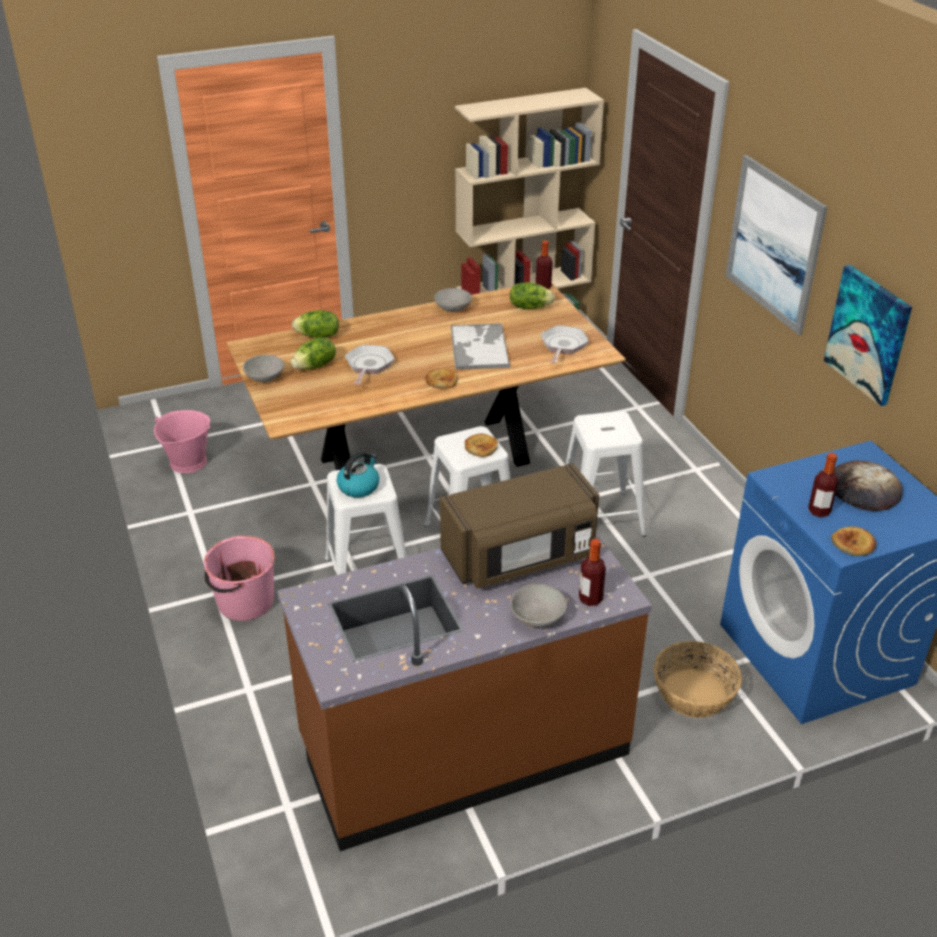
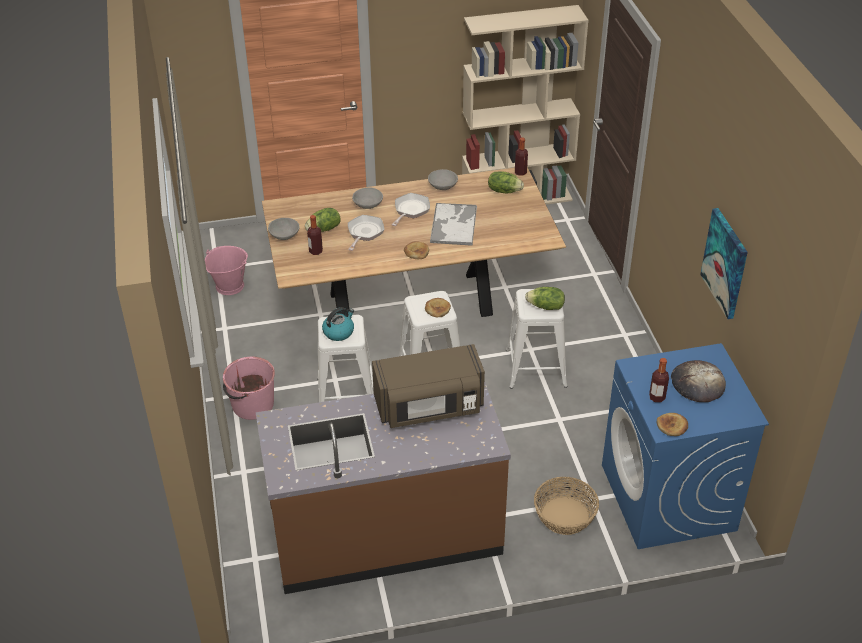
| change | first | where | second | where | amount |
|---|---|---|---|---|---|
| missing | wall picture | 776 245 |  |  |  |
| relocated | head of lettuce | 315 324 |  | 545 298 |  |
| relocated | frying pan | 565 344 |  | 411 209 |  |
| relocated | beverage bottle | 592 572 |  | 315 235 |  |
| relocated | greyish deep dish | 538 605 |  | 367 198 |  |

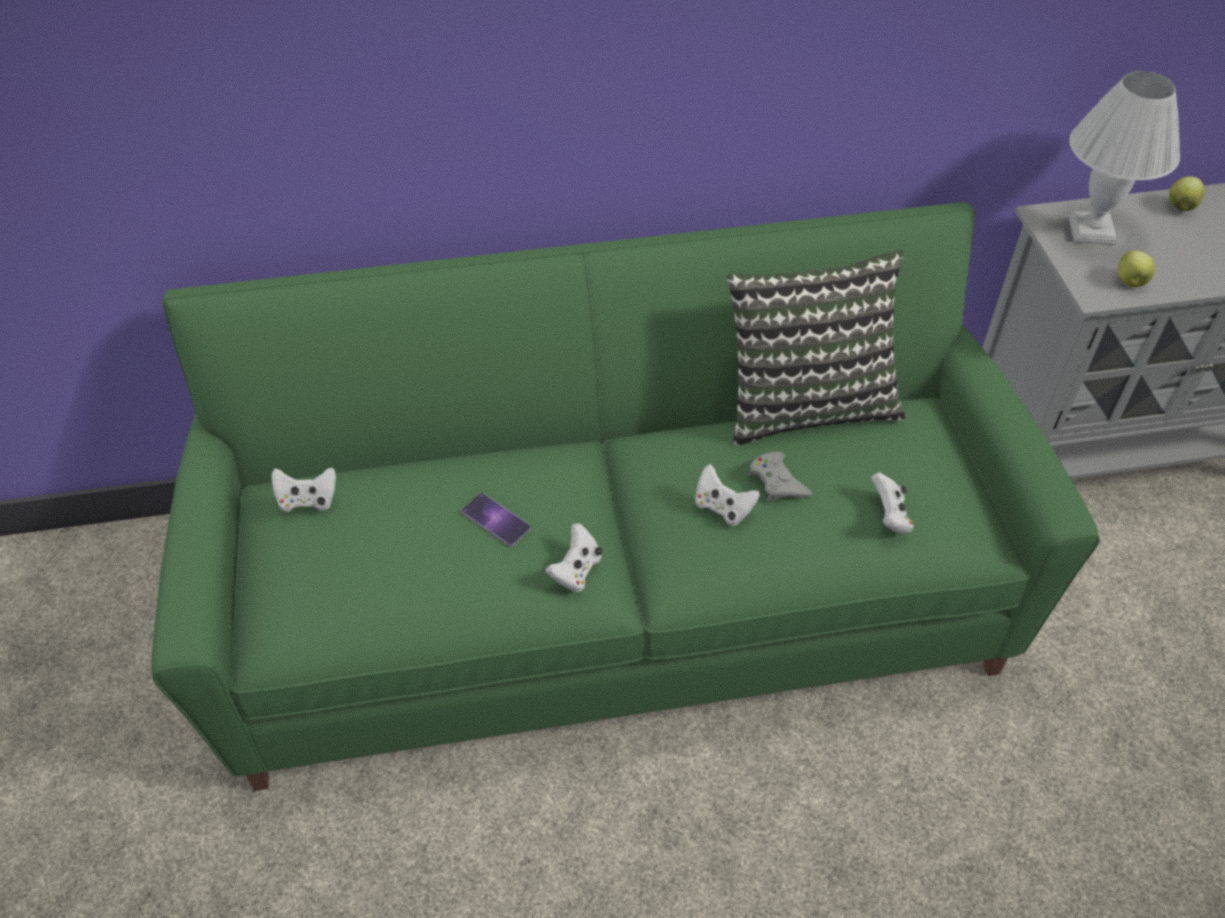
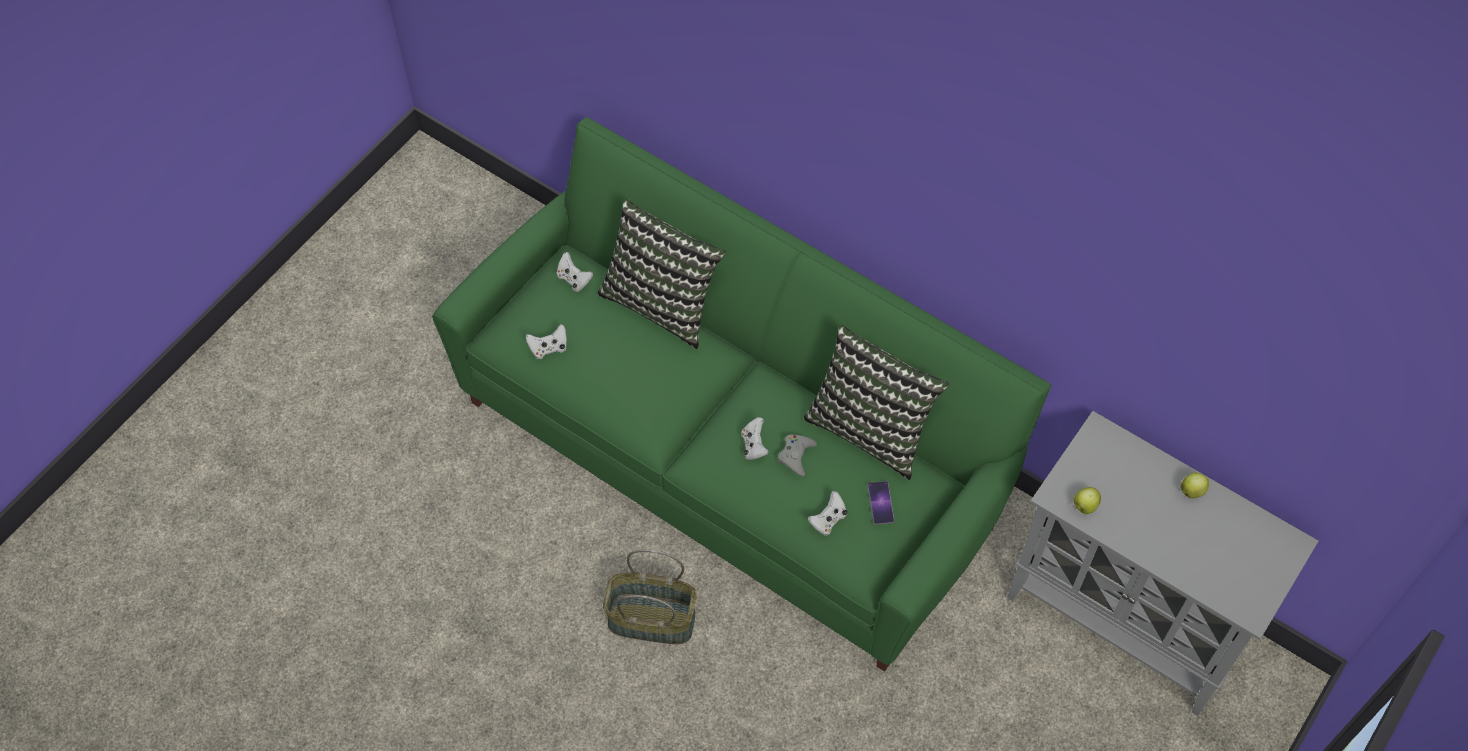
| change | first | where | second | where | amount |
|---|---|---|---|---|---|
| missing | white tabletop lamp | 1124 158 |  |  |  |
| relocated | telephone | 496 519 |  | 881 502 |  |
| relocated | white game controller | 573 557 |  | 546 341 |  |
| appeared |  |  | throw pillow | 661 274 |  |
| appeared |  |  | household basket | 650 596 |  |

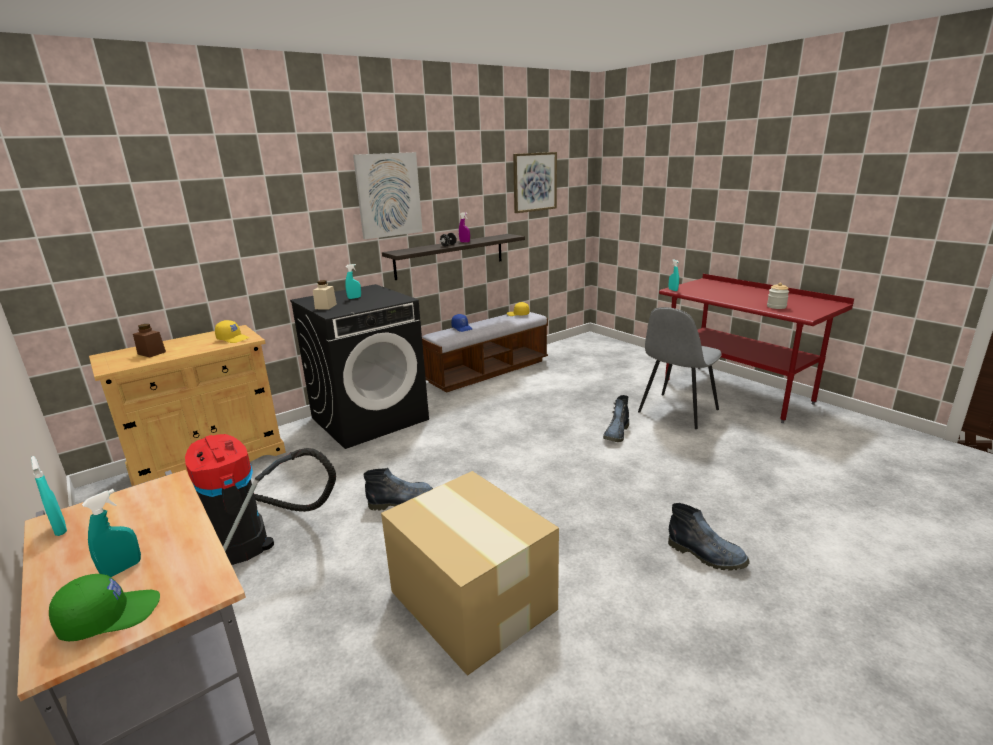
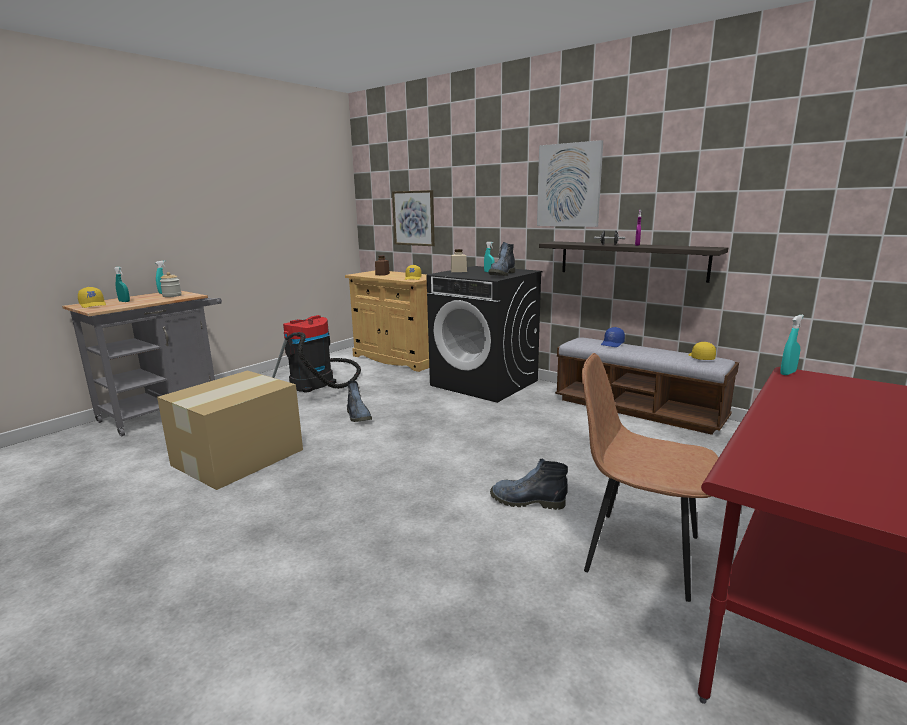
| change | first | where | second | where | amount |
|---|---|---|---|---|---|
| relocated | wall picture | 535 182 |  | 413 218 |  |
| relocated | preserve jar | 778 296 |  | 171 284 |  |
| colour | greyish chair | 680 368 | brown chair | 650 477 |  |
| relocated | boot | 709 536 |  | 502 259 |  |
| colour | green cap | 104 607 | yellow cap | 92 297 |  |

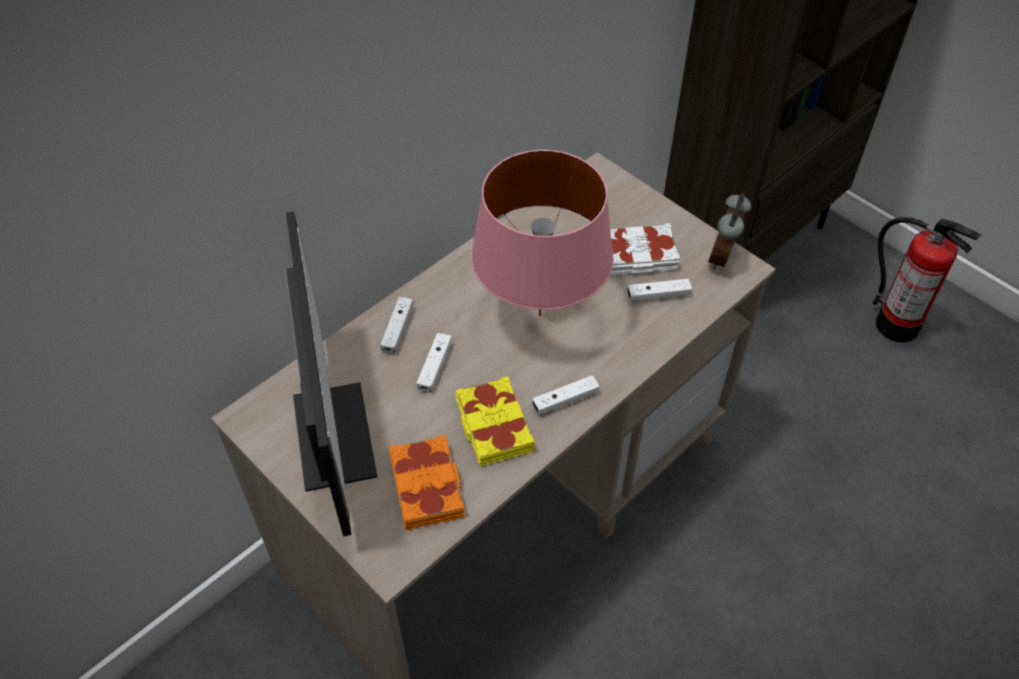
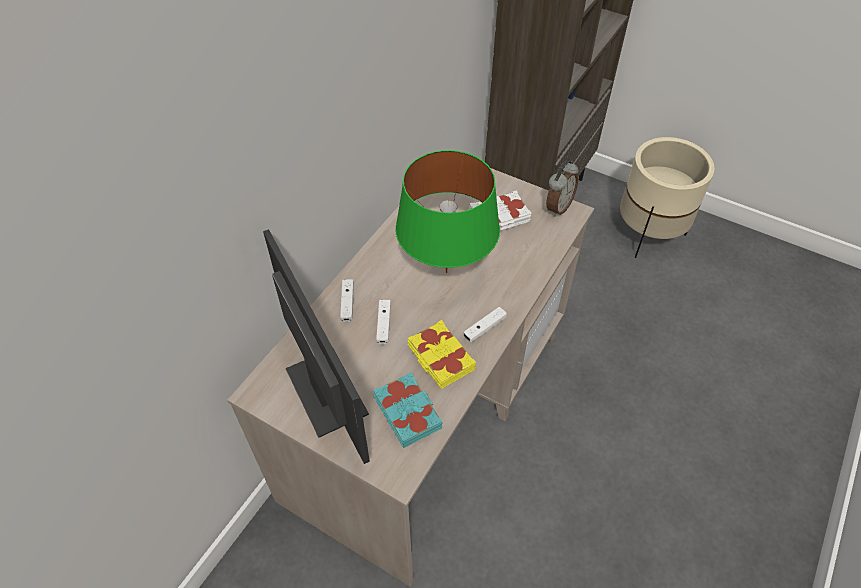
| change | first | where | second | where | amount |
|---|---|---|---|---|---|
| colour | pink tabletop lamp | 542 233 | green tabletop lamp | 447 211 |  |
| spun | table clock | 729 231 |  | 562 188 | 150 degrees counterclockwise |
| exchanged | fire-fighting cylinder | 927 279 | sand-coloured flower pot | 667 197 |  |
| missing | white game controller | 659 290 |  |  |  |
| colour | orangey bound book | 427 482 | turquoise bound book | 407 410 |  |

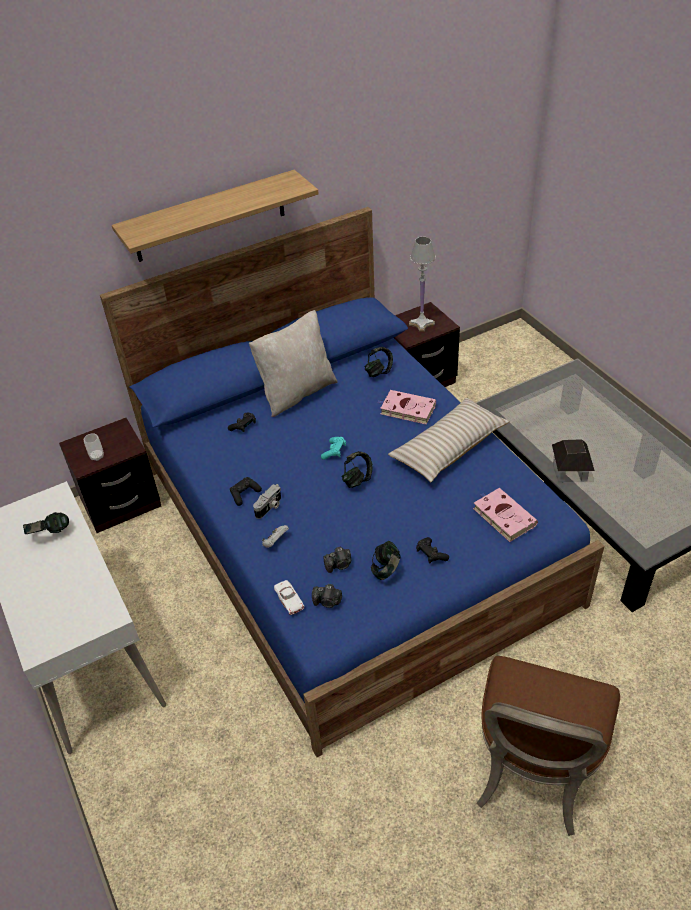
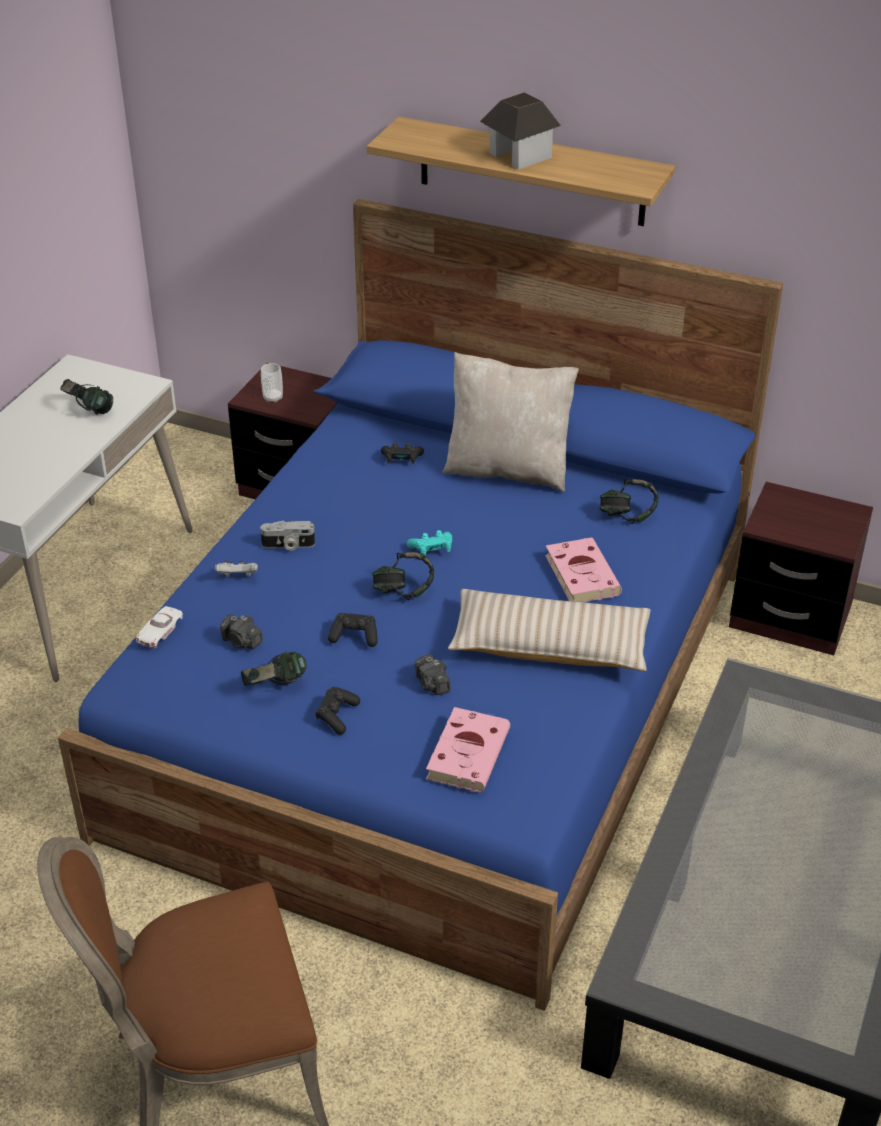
| change | first | where | second | where | amount |
|---|---|---|---|---|---|
| missing | white tabletop lamp | 422 284 |  |  |  |
| relocated | miniature house | 573 460 |  | 520 131 |  |
| relocated | black game controller | 246 491 |  | 353 630 |  |
| relocated | photo camera | 327 596 |  | 432 674 |  |

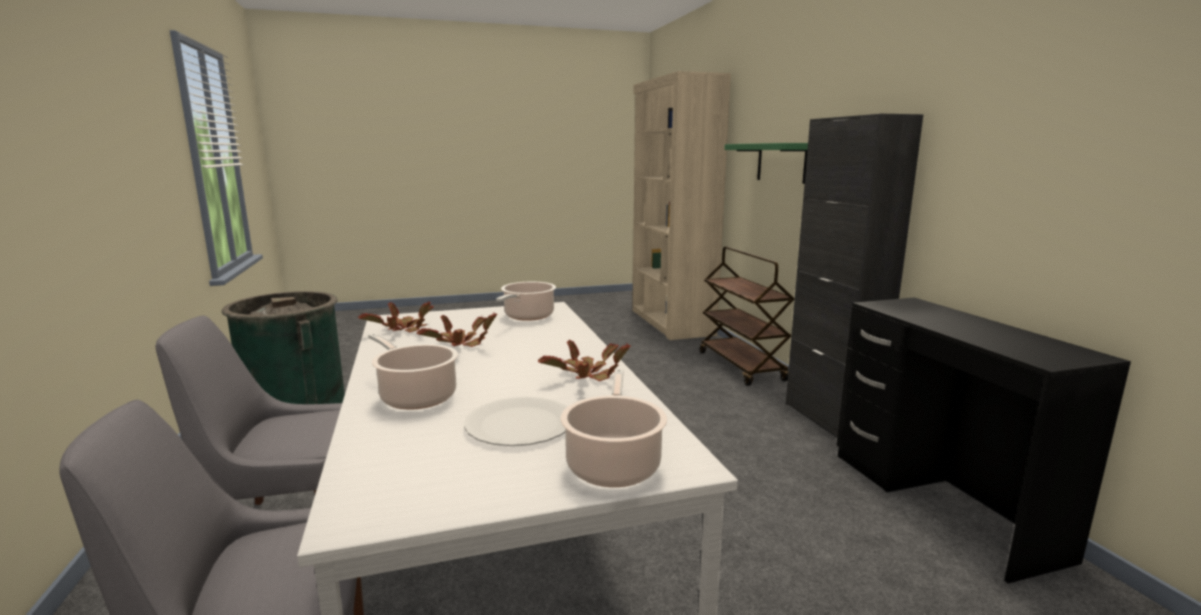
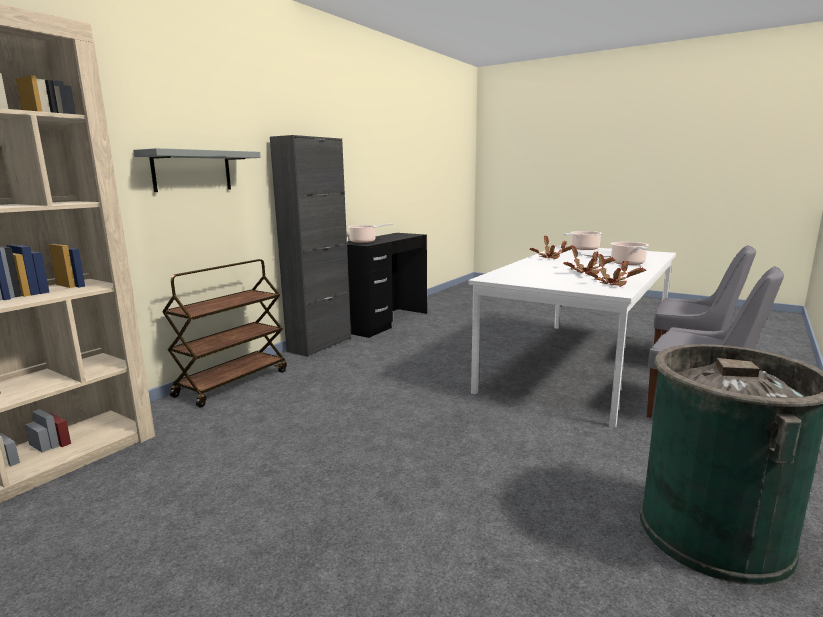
| change | first | where | second | where | amount |
|---|---|---|---|---|---|
| colour | green wall shelf | 766 163 | greyish wall shelf | 197 170 |  |
| relocated | stockpot | 526 301 |  | 370 233 |  |

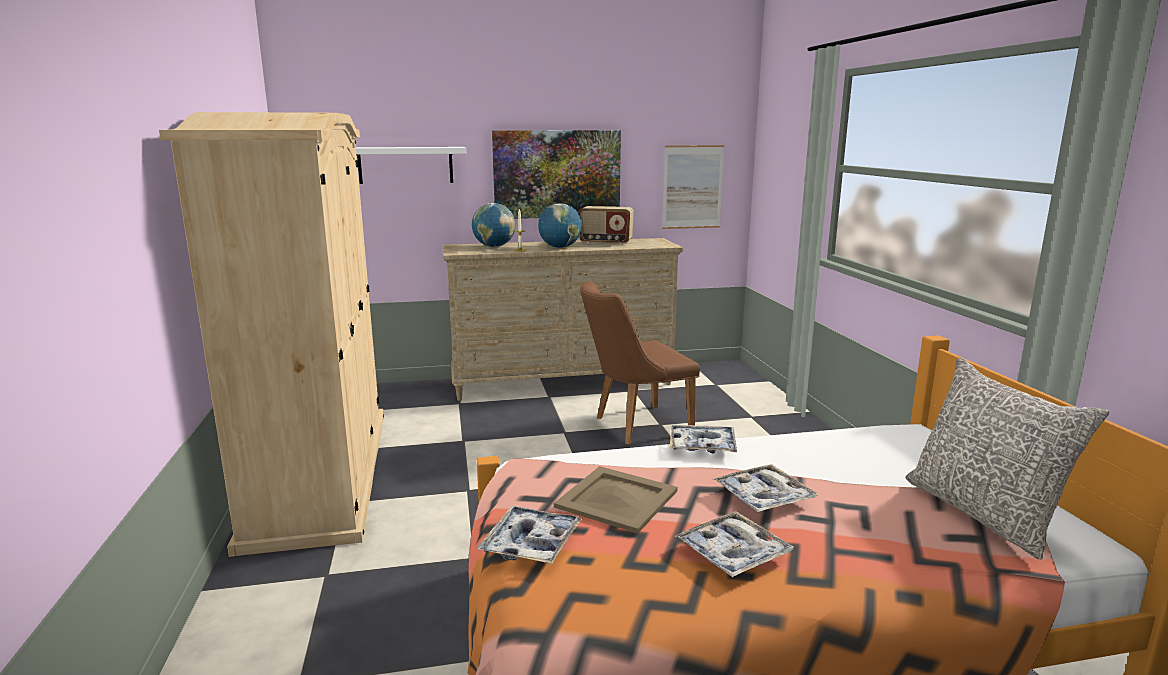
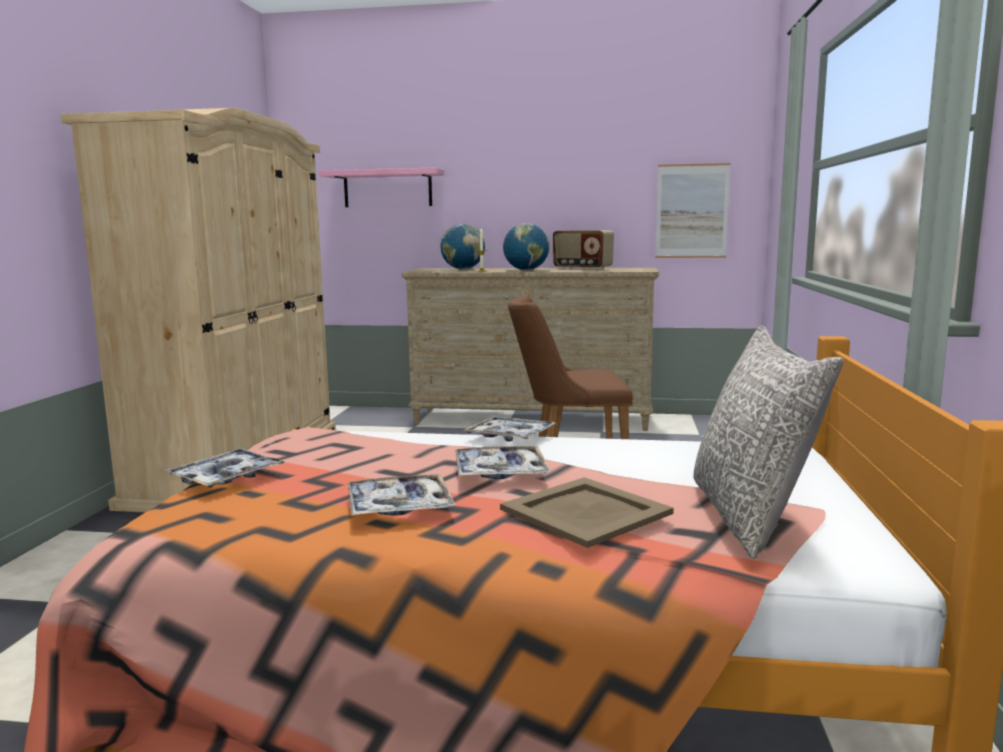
| change | first | where | second | where | amount |
|---|---|---|---|---|---|
| missing | wall picture | 556 174 |  |  |  |
| colour | white wall shelf | 411 165 | pink wall shelf | 381 187 |  |
| relocated | sand-coloured tray | 616 499 |  | 587 512 |  |

